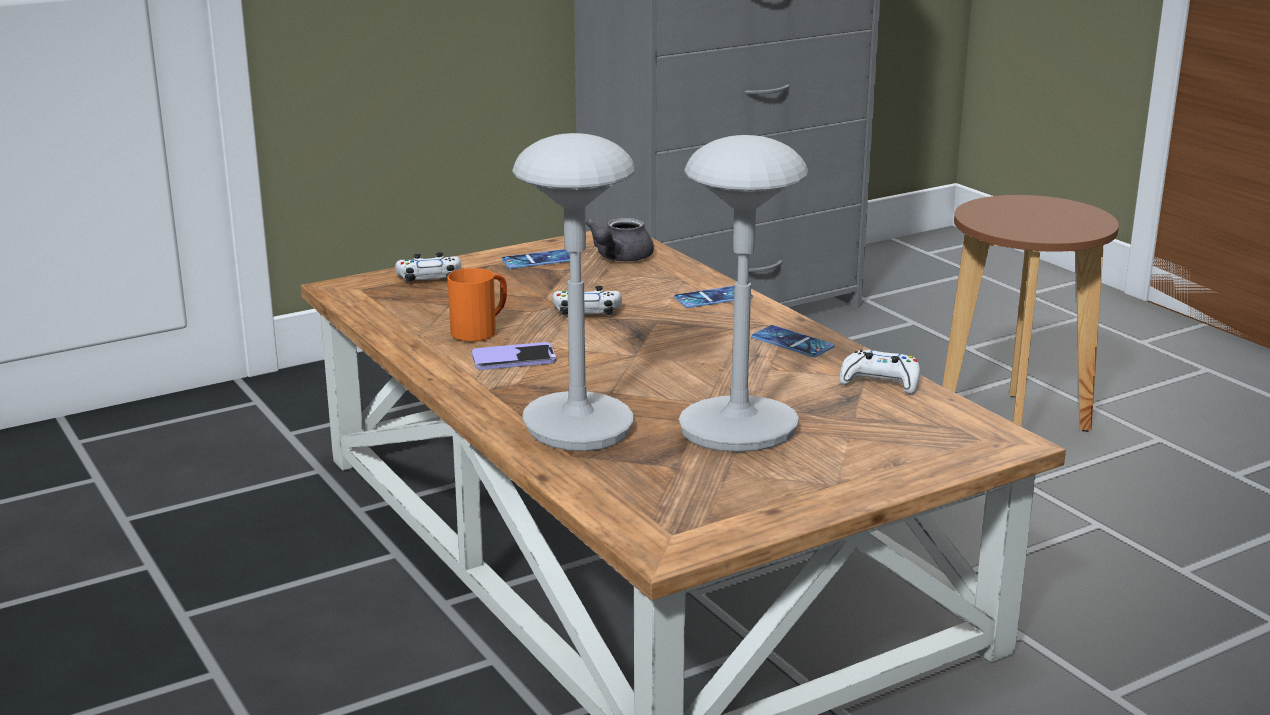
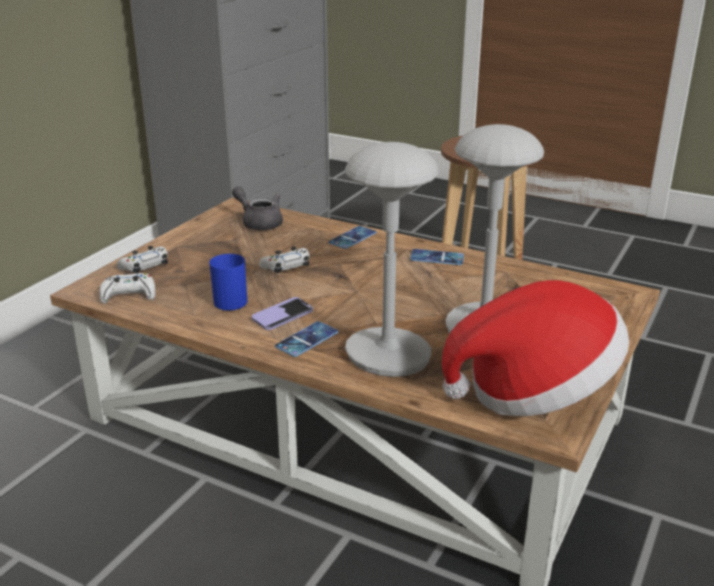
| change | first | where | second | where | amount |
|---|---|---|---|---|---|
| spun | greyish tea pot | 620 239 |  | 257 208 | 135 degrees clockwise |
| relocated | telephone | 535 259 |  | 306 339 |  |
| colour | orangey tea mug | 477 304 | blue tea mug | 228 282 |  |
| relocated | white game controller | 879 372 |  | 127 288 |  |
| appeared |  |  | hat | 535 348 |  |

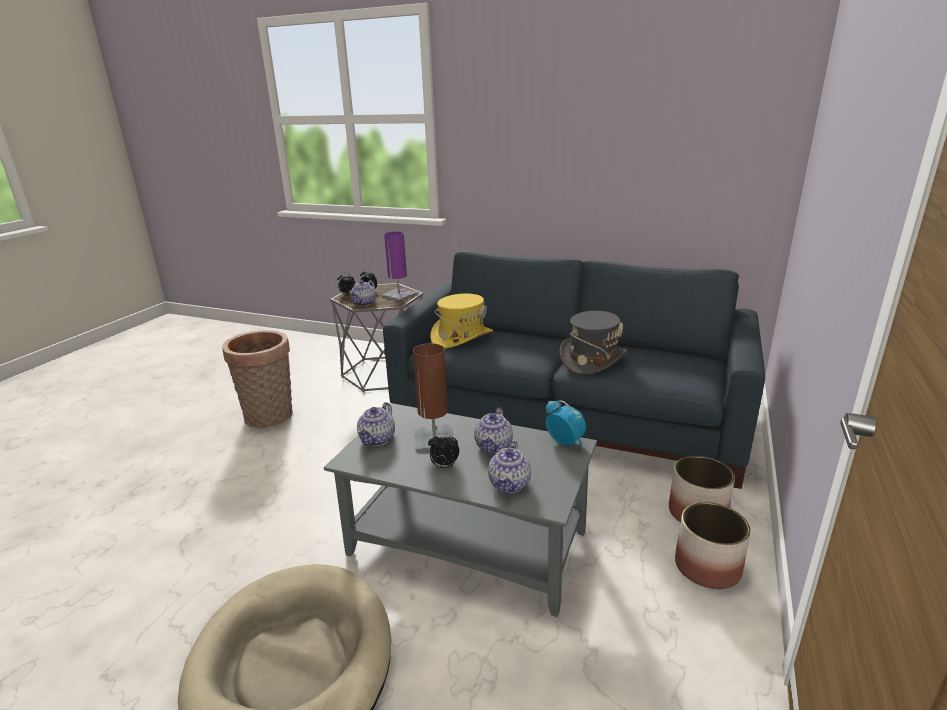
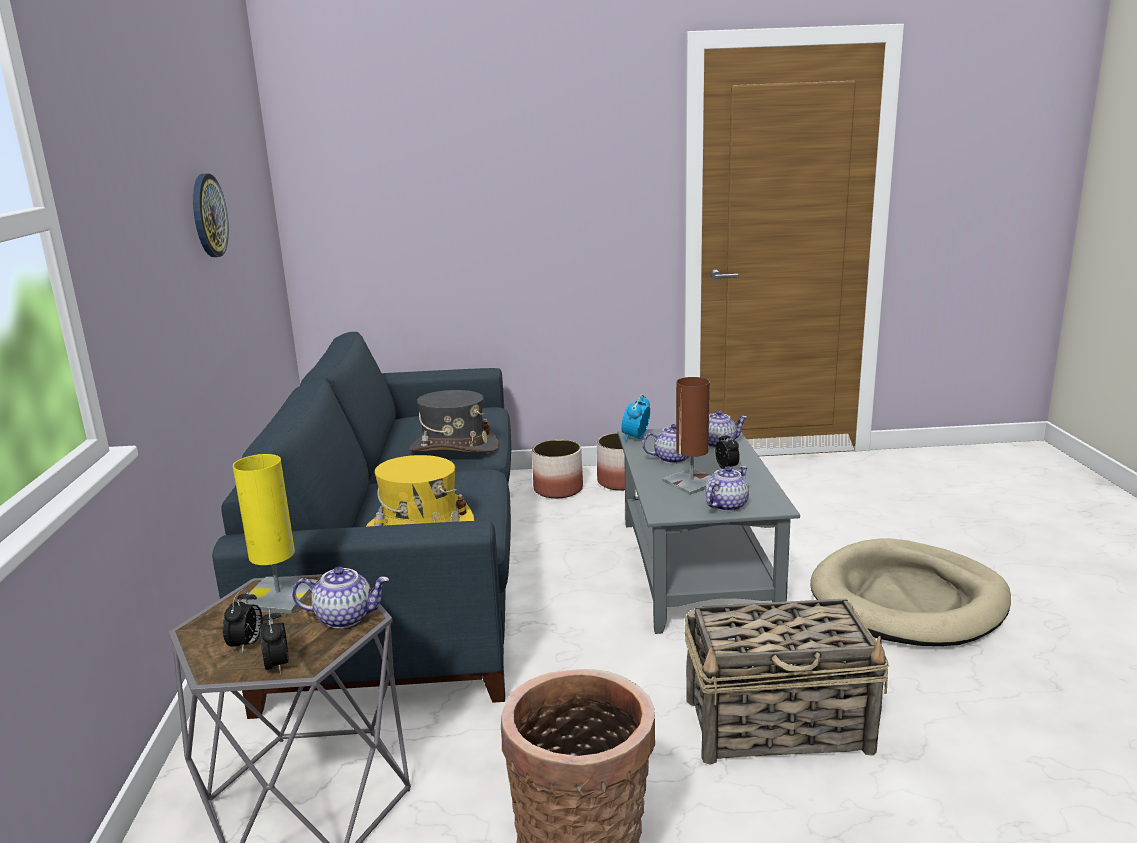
| change | first | where | second | where | amount |
|---|---|---|---|---|---|
| colour | purplish tabletop lamp | 399 266 | yellow tabletop lamp | 275 534 |  |
| spun | tea pot | 376 424 |  | 727 489 | 45 degrees counterclockwise |
| appeared |  |  | hanging clock | 211 215 |  |
| appeared |  |  | household basket | 787 681 |  |

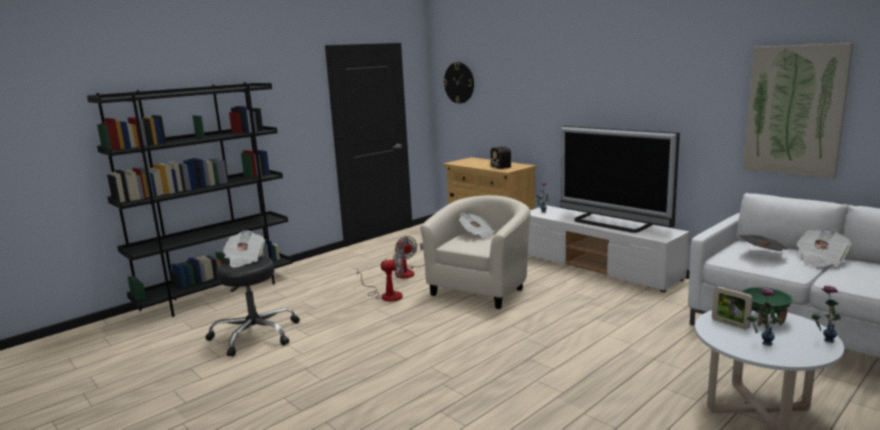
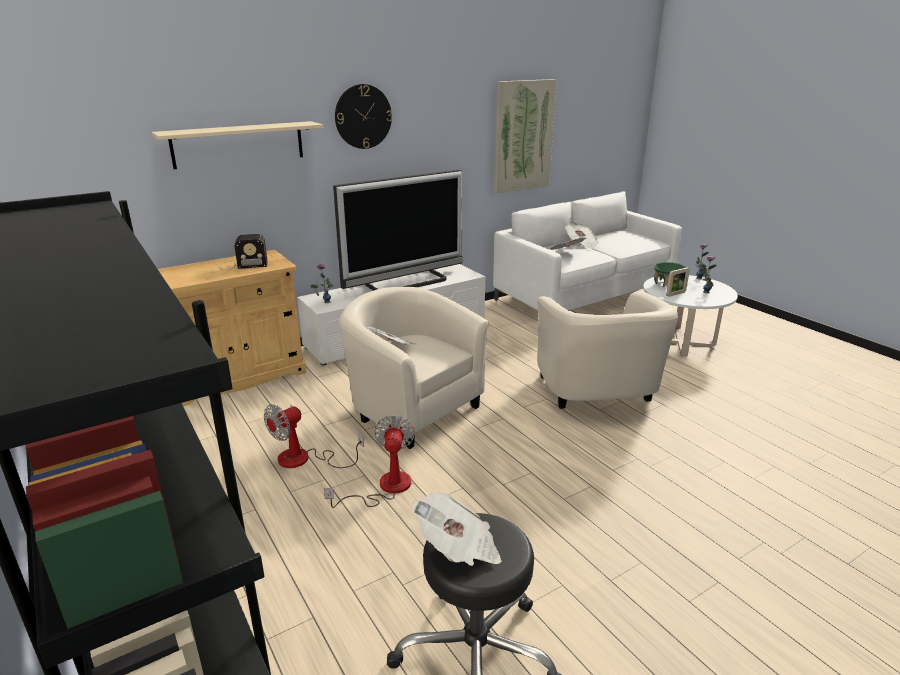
| change | first | where | second | where | amount |
|---|---|---|---|---|---|
| relocated | hanging clock | 458 83 |  | 363 116 |  |
| spun | cooling fan | 410 257 |  | 314 436 | 150 degrees clockwise |
| appeared |  |  | sand-coloured wall shelf | 237 145 |  |
| appeared |  |  | sand-coloured lounge chair | 607 350 |  |

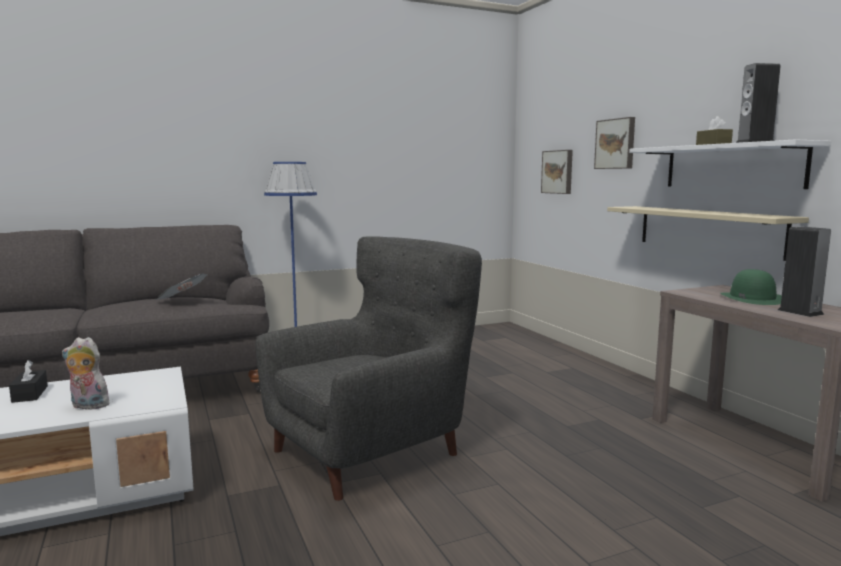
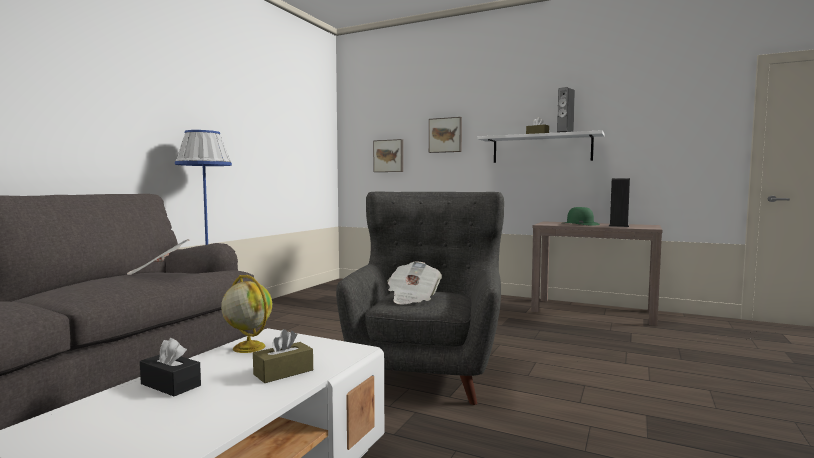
| change | first | where | second | where | amount |
|---|---|---|---|---|---|
| missing | sand-coloured wall shelf | 708 233 |  |  |  |
| exchanged | plush toy | 86 373 | brown tissue holder | 283 356 |  |
| appeared |  |  | daily paper | 414 283 |  |
| appeared |  |  | globe | 246 314 |  |

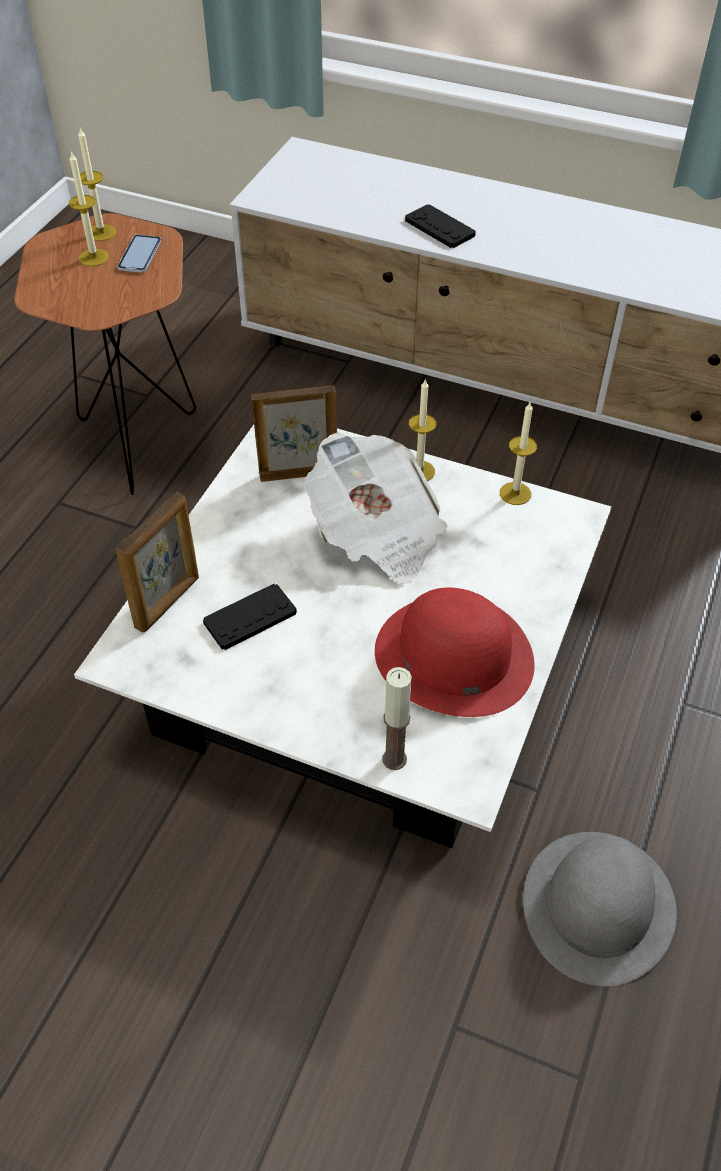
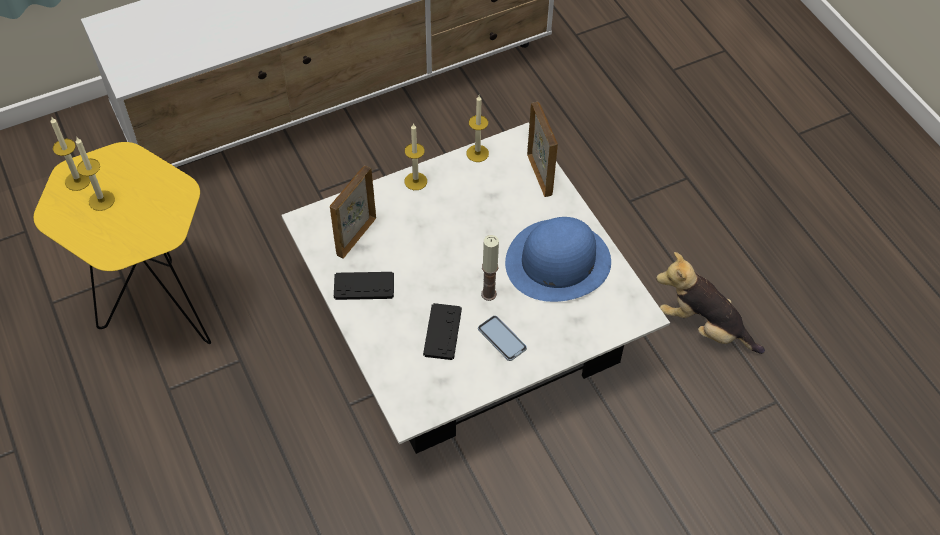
| change | first | where | second | where | amount |
|---|---|---|---|---|---|
| relocated | black game controller | 440 226 |  | 364 286 |  |
| colour | brown side table | 105 354 | yellow side table | 122 243 |  |
| relocated | telephone | 139 254 |  | 502 338 |  |
| missing | daily paper | 376 508 |  |  |  |
| relocated | picture frame | 157 562 |  | 542 149 |  |
| colour | red hat | 455 652 | blue hat | 558 259 |  |
| relocated | wax candle | 397 718 |  | 490 268 |  |
| exchanged | greyish hat | 600 909 | plush toy | 710 303 |  |

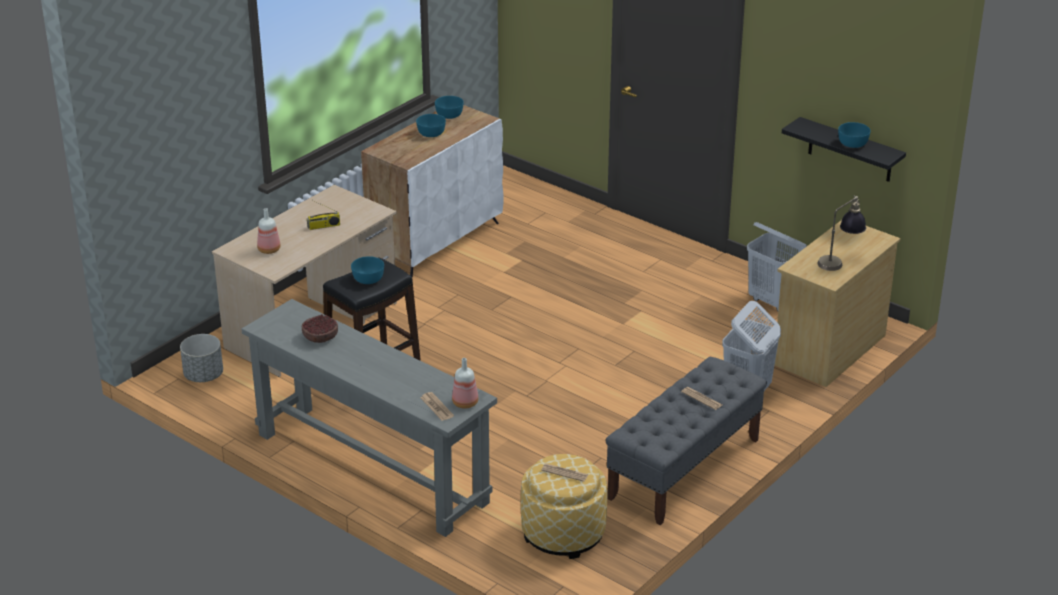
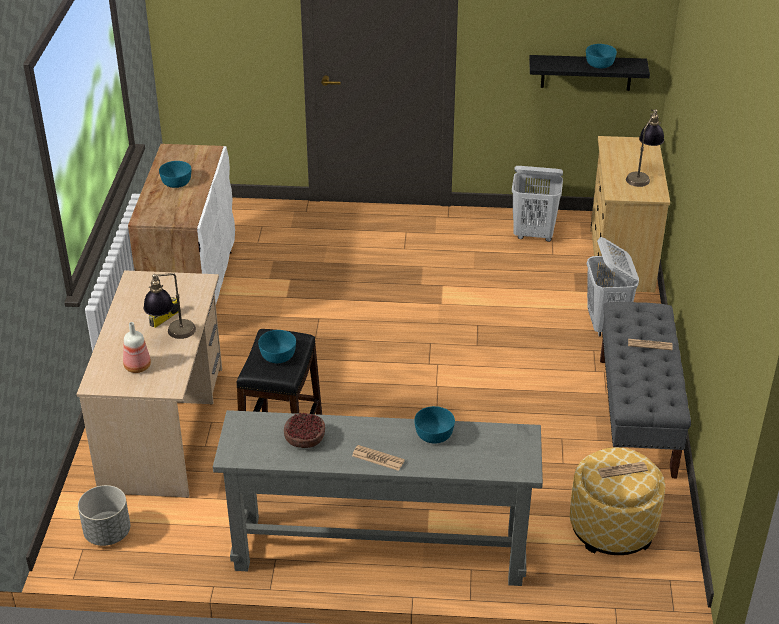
| change | first | where | second | where | amount |
|---|---|---|---|---|---|
| relocated | turquoise deep dish | 449 107 |  | 434 425 |  |
| missing | beverage bottle | 465 383 |  |  |  |
| relocated | daily paper | 437 406 |  | 378 458 |  |
| appeared |  |  | tabletop lamp | 170 306 |  |

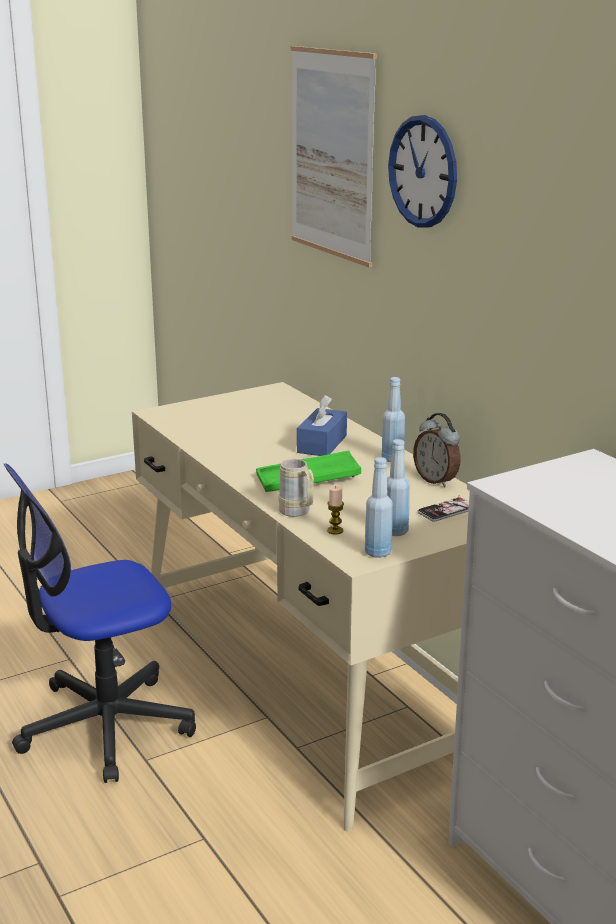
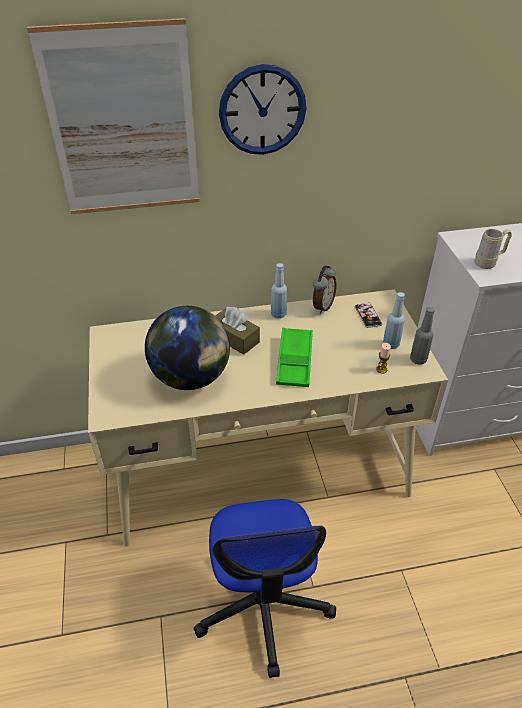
| change | first | where | second | where | amount |
|---|---|---|---|---|---|
| colour | blue tissue holder | 322 425 | brown tissue holder | 237 331 |  |
| spun | table clock | 437 450 |  | 325 289 | 45 degrees counterclockwise |
| colour | blue beverage bottle | 379 507 | greyish beverage bottle | 422 336 |  |
| relocated | sand-coloured tea mug | 296 488 |  | 493 249 |  |
| appeared |  |  | globe | 187 348 |  |

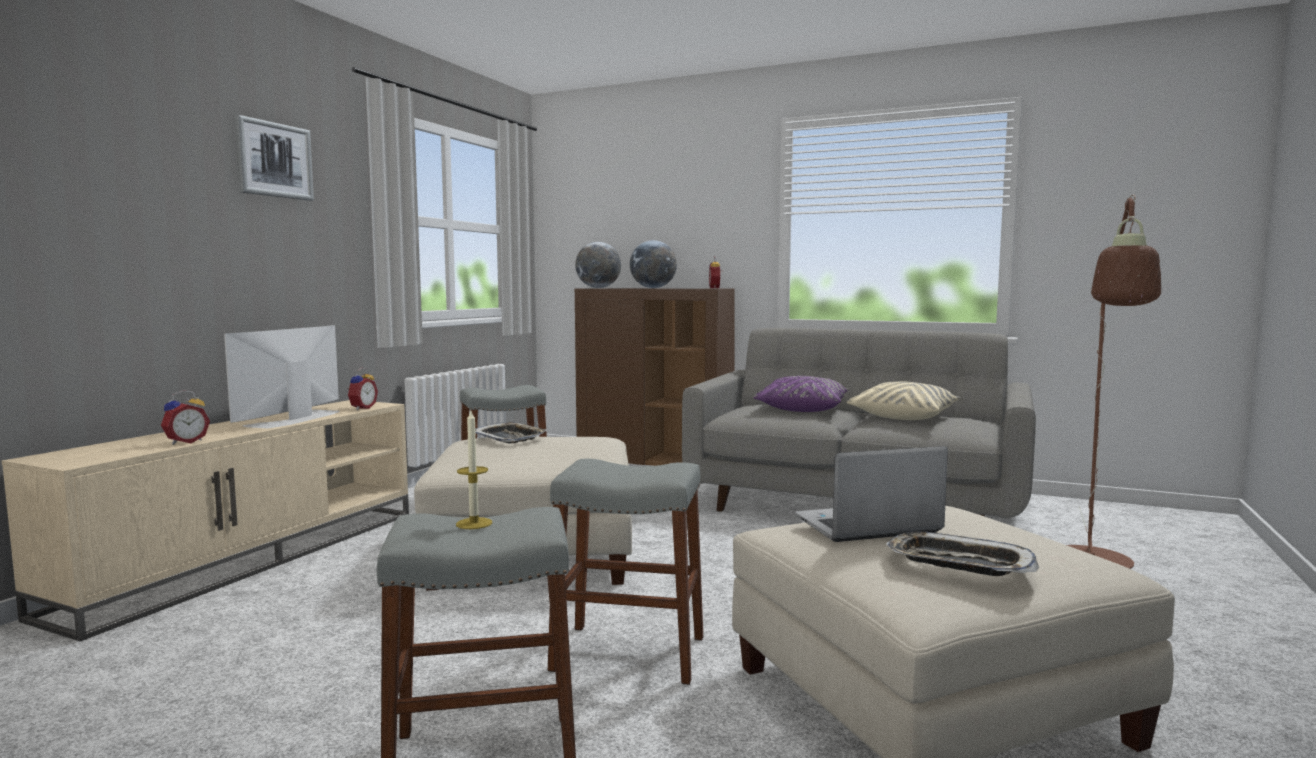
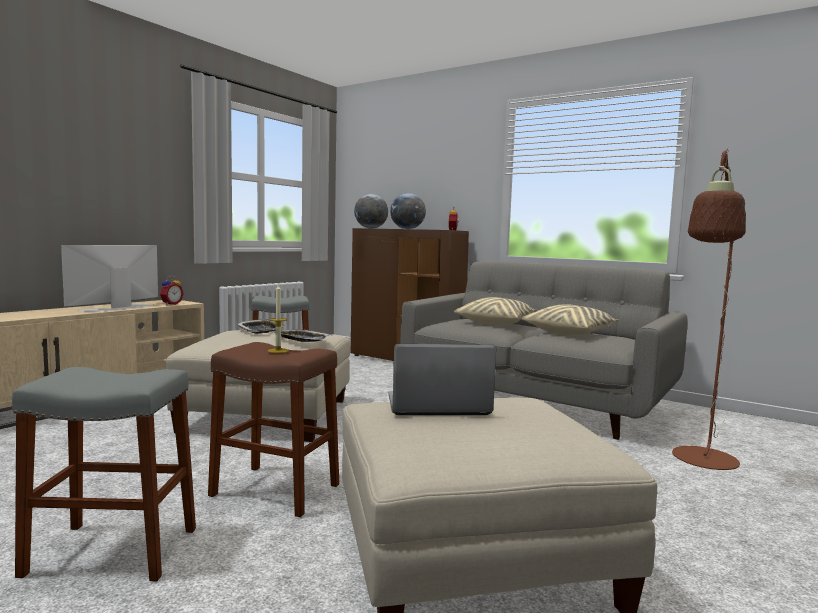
| change | first | where | second | where | amount |
|---|---|---|---|---|---|
| missing | wall picture | 274 158 |  |  |  |
| colour | purplish throw pillow | 801 394 | sand-coloured throw pillow | 495 311 |  |
| missing | table clock | 185 417 |  |  |  |
| relocated | wax candle | 474 470 |  | 278 318 |  |
| colour | greyish sitting stool | 625 572 | brown sitting stool | 273 429 |  |
| relocated | tray | 962 553 |  | 301 335 |  |

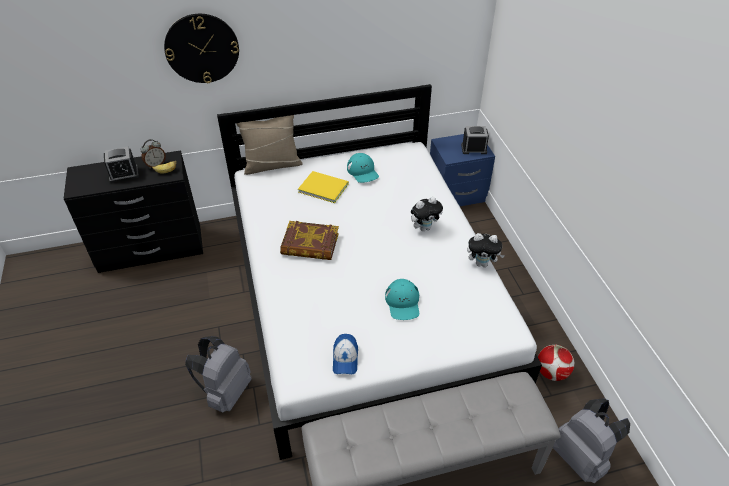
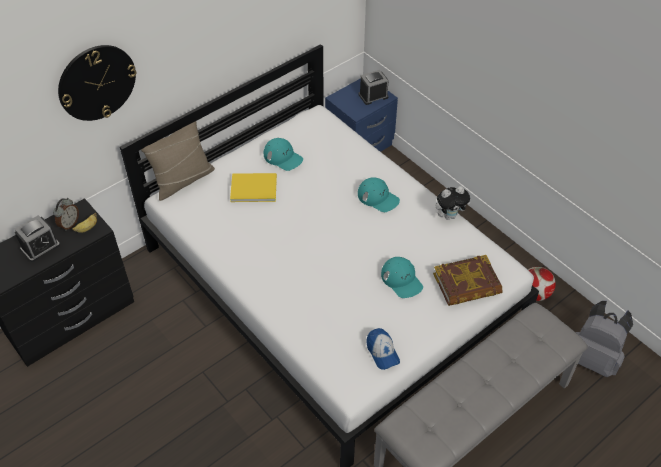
| change | first | where | second | where | amount |
|---|---|---|---|---|---|
| exchanged | plush toy | 427 214 | turquoise cap | 379 194 |  |
| relocated | bound book | 309 240 |  | 467 280 |  |
| missing | greyish backpack | 218 374 |  |  |  |

